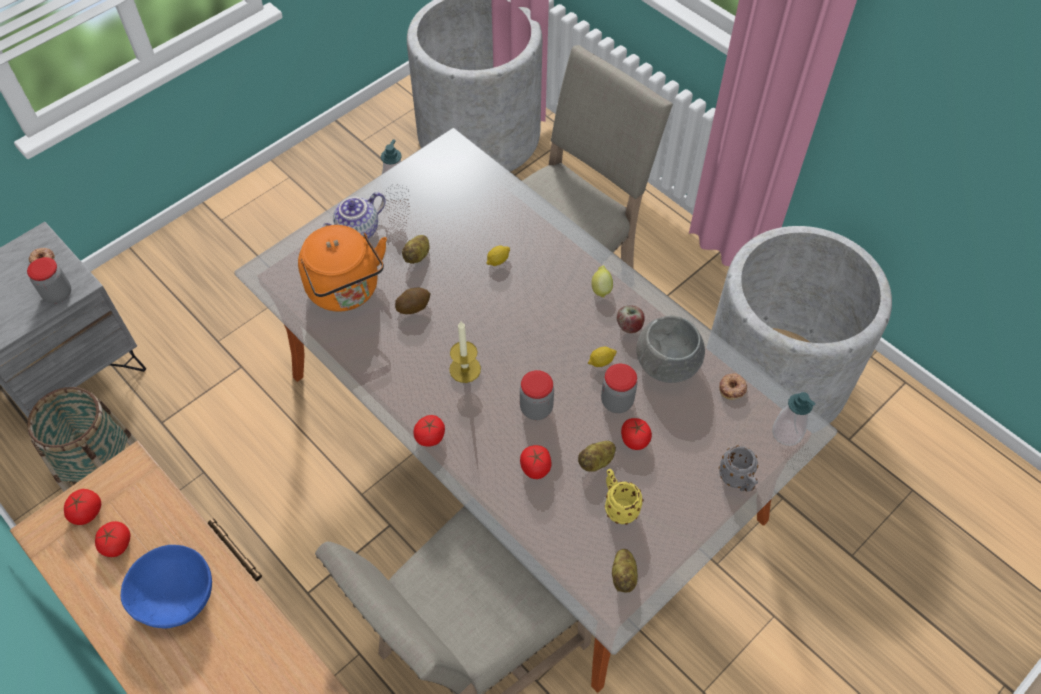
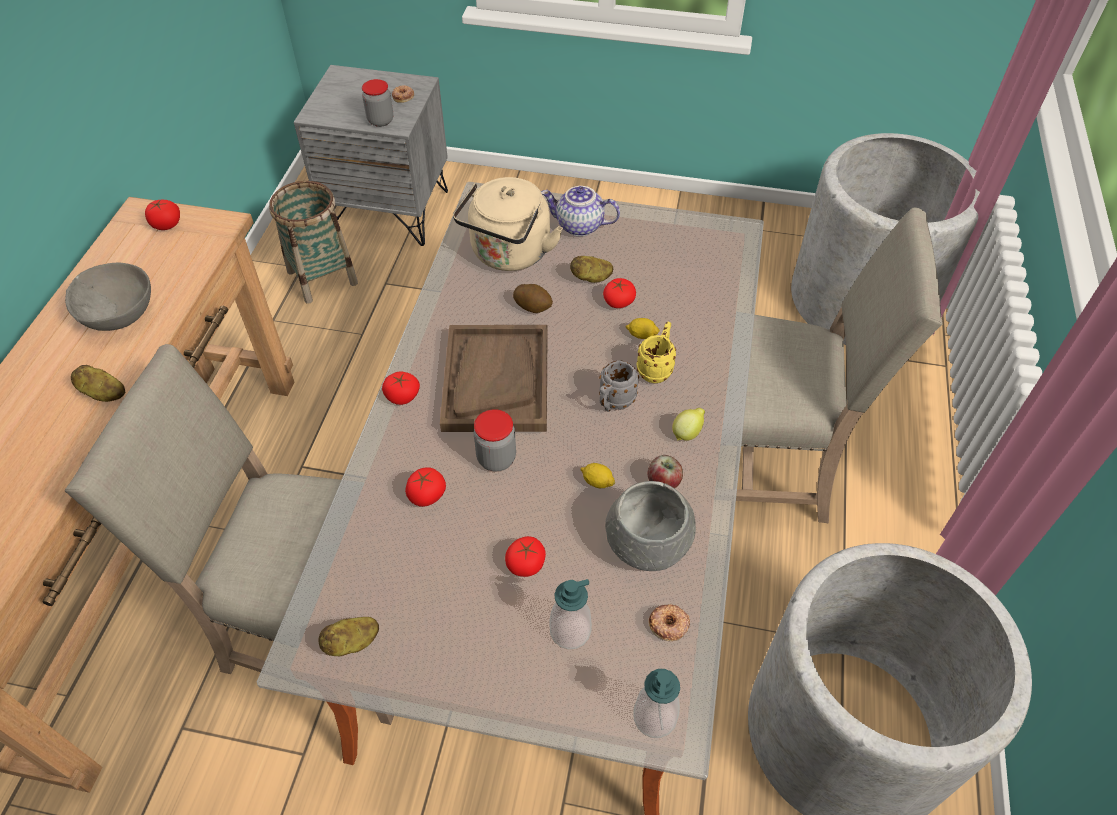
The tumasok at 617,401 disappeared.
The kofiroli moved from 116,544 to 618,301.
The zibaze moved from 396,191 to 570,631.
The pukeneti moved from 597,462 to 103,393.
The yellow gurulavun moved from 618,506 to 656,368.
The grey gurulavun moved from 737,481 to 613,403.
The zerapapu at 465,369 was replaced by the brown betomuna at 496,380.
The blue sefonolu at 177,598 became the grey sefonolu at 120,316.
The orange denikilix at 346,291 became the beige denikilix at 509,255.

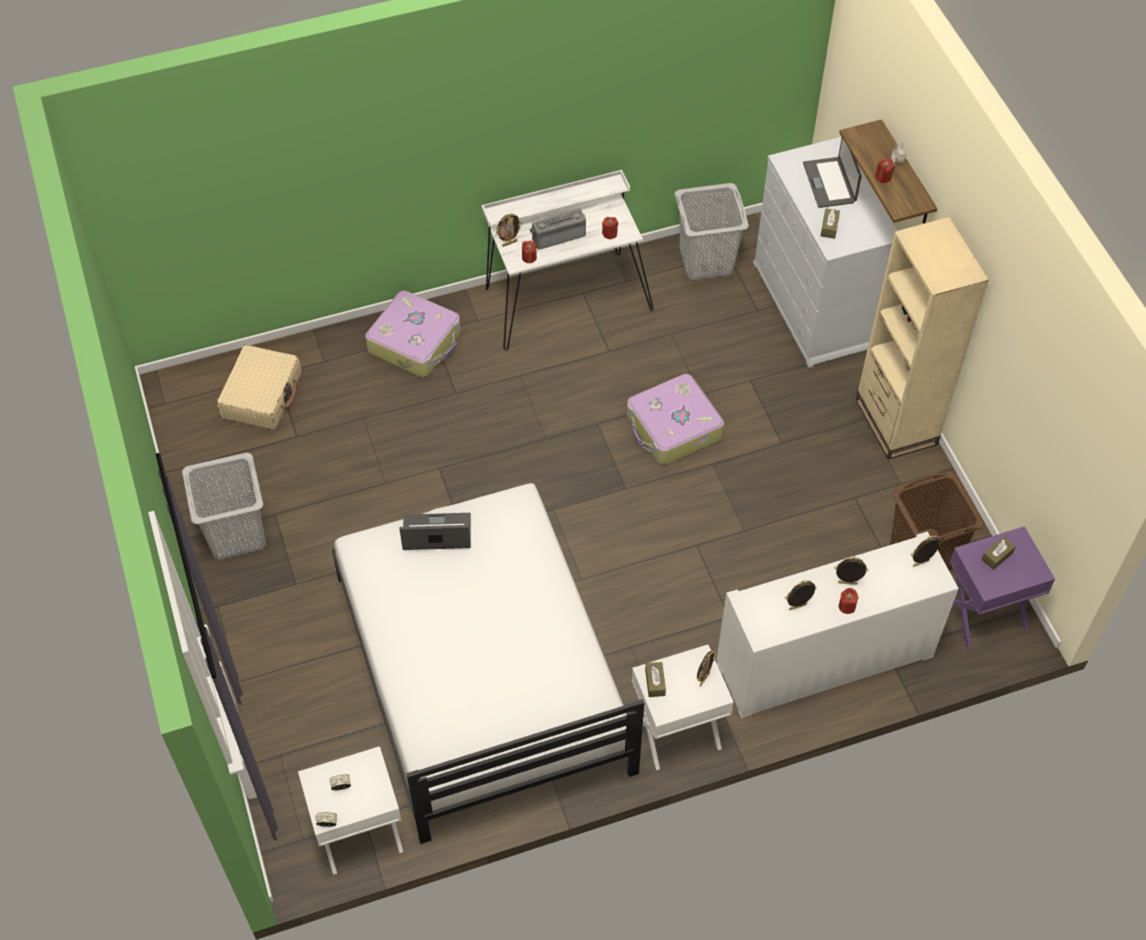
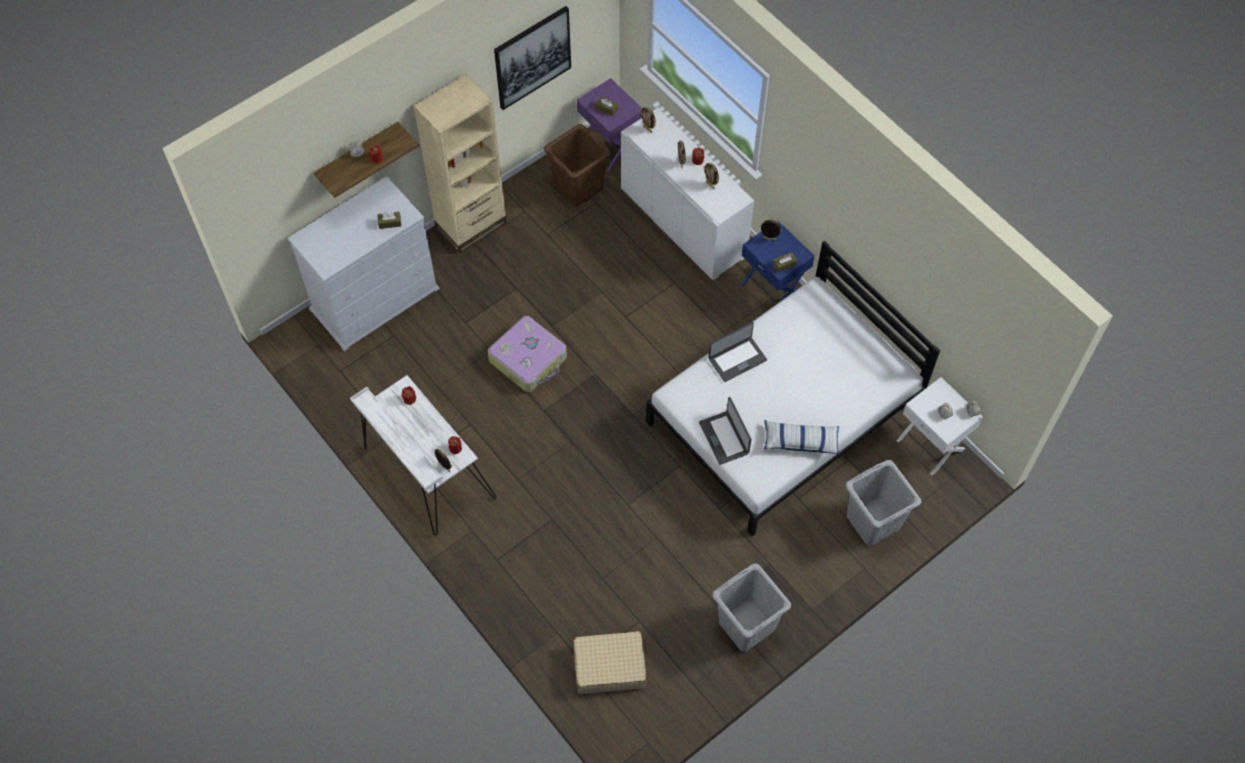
The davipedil at 415,342 disappeared.
The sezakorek at 558,235 disappeared.
The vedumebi at 532,57 appeared.
The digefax at 800,441 appeared.
The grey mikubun moved from 705,261 to 873,522.
The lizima moved from 830,183 to 737,359.
The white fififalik at 677,732 became the blue fififalik at 773,288.

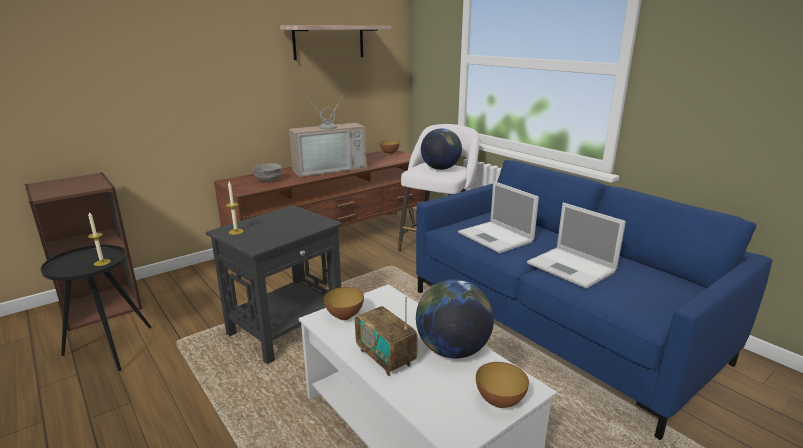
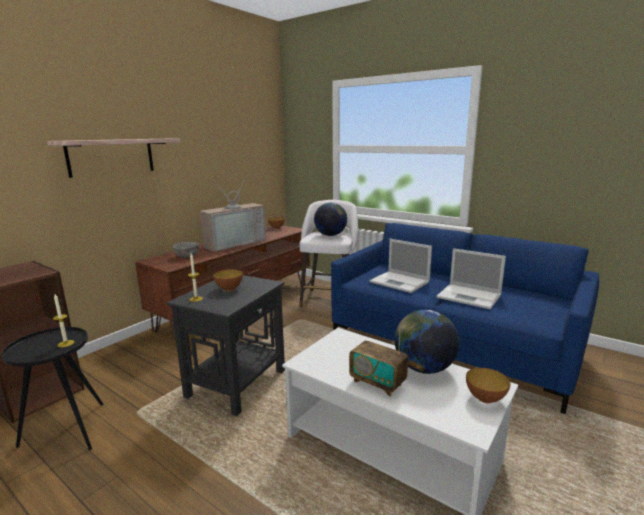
The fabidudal moved from 329,42 to 111,156.
The sefonolu moved from 344,316 to 229,289.

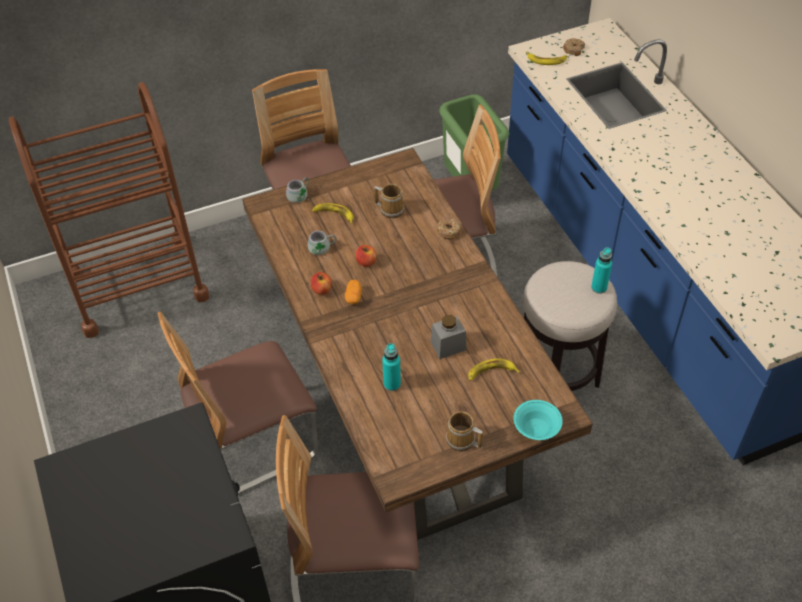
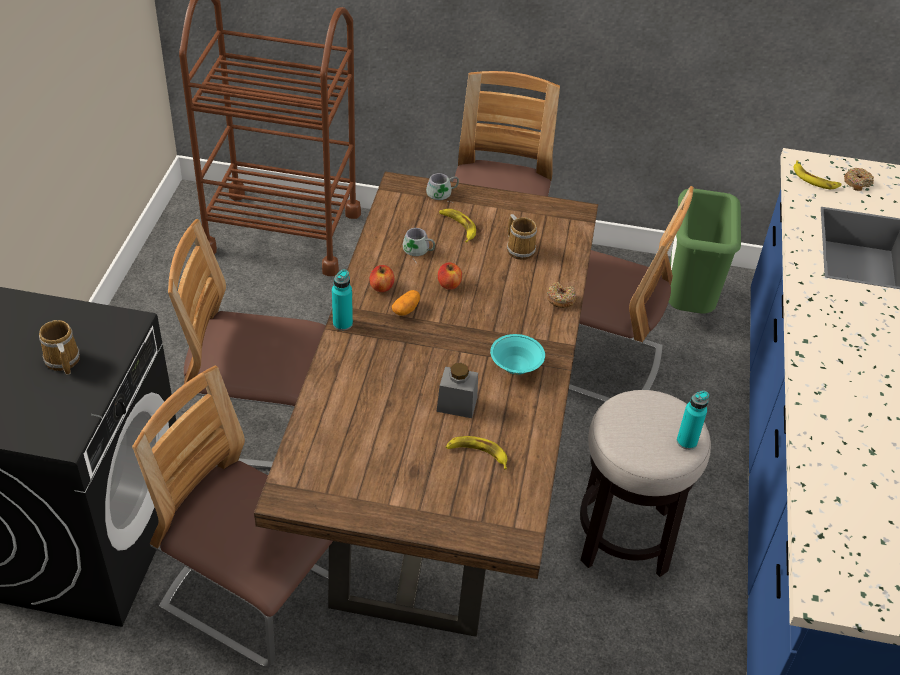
The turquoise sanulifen moved from 392,384 to 342,324.
The gurulavun moved from 462,441 to 61,361.
The turquoise sefonolu moved from 536,430 to 515,368.

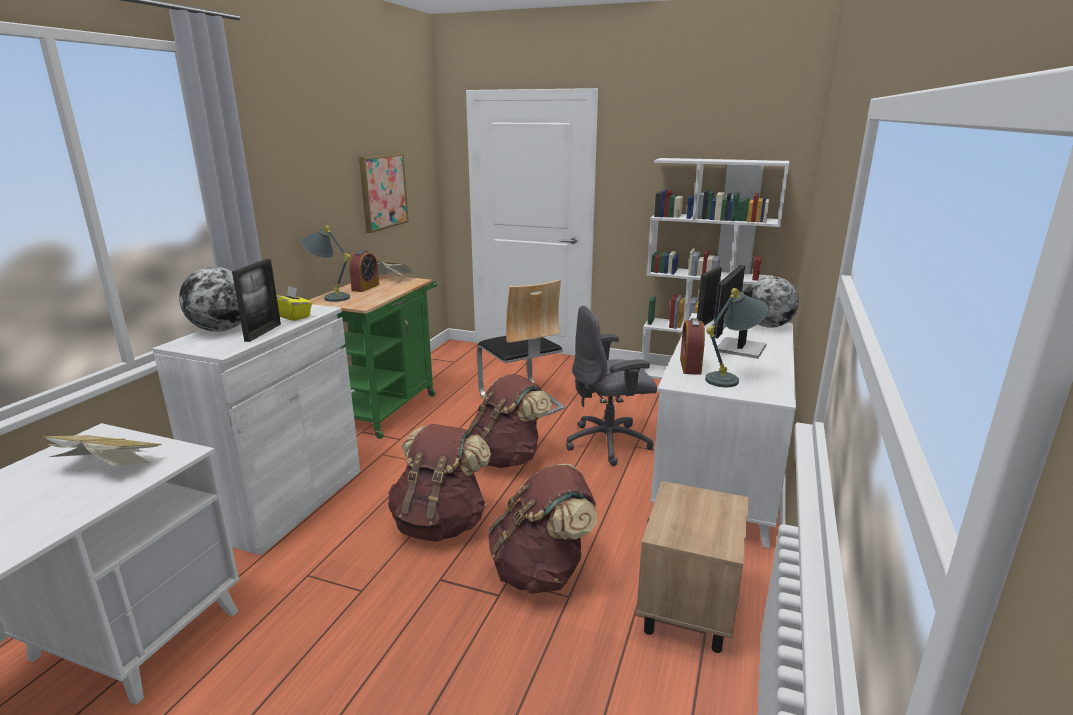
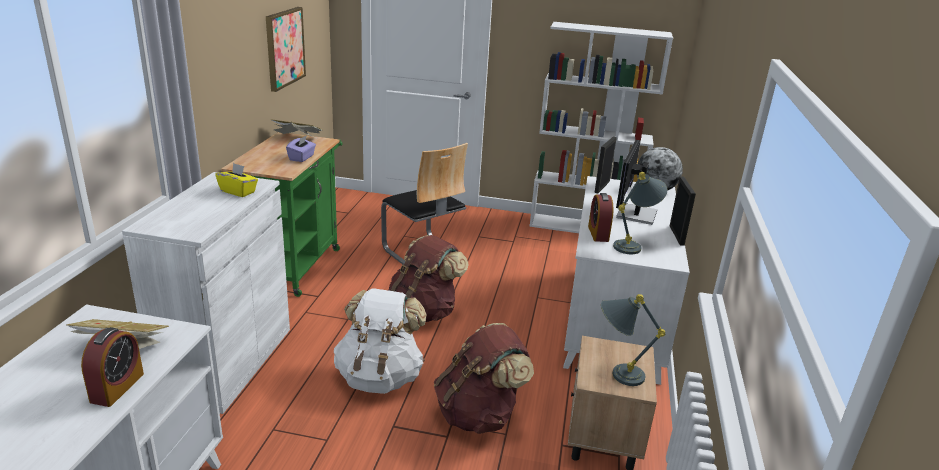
The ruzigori at 221,330 disappeared.
The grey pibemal at 609,443 disappeared.
The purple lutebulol at 302,158 appeared.
The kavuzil moved from 263,332 to 676,235.
The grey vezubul moved from 329,297 to 616,373.
The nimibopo moved from 365,287 to 117,387.
The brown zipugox at 440,524 became the white zipugox at 380,377.

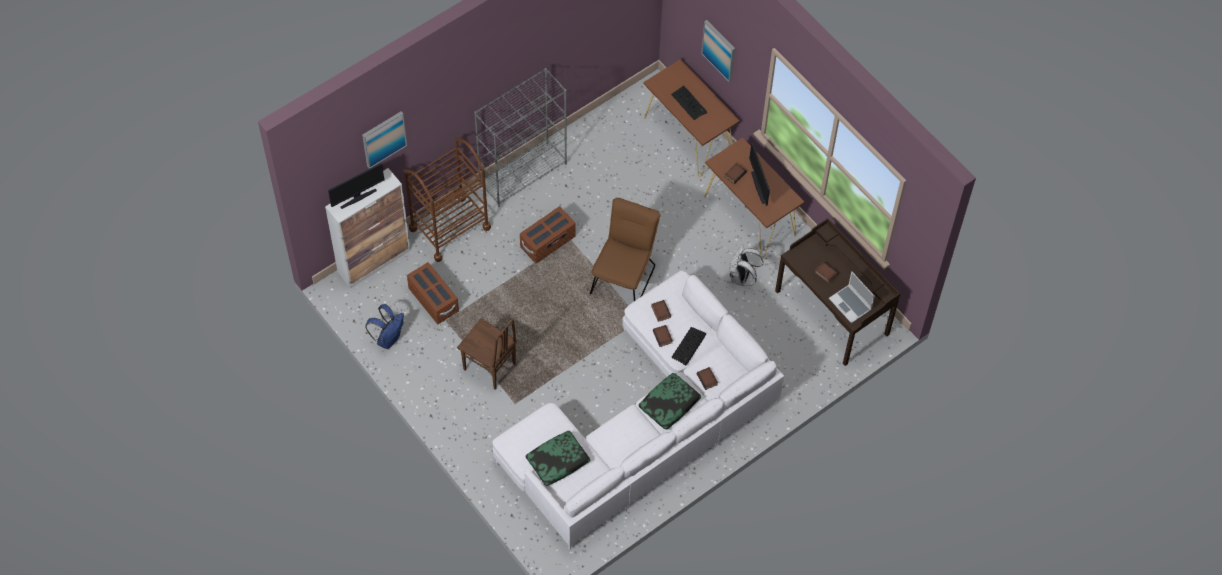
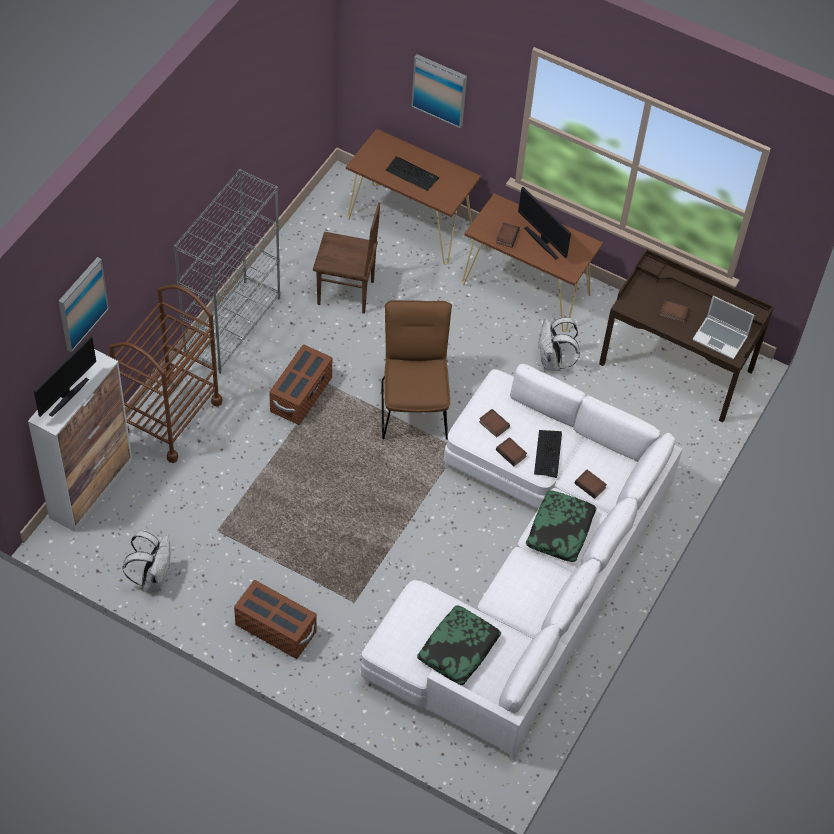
The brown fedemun moved from 433,300 to 275,629.
The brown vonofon moved from 489,368 to 346,294.
The blue zipugox at 388,338 became the white zipugox at 153,577.

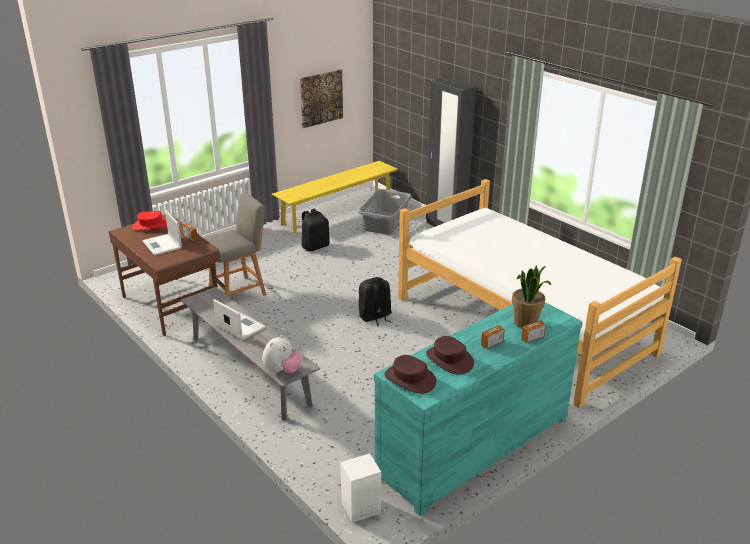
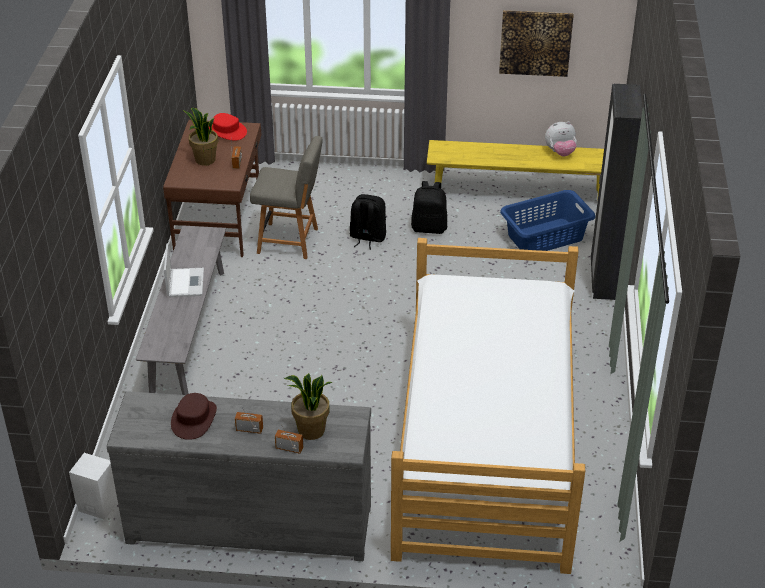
The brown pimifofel at 409,379 disappeared.
The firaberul moved from 282,371 to 560,152.
The black zipugox moved from 375,317 to 367,237.
The lizima at 162,245 was replaced by the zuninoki at 204,160.
The grey mikubun at 385,223 became the blue mikubun at 546,237.
The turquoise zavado at 473,445 became the grey zavado at 249,522.

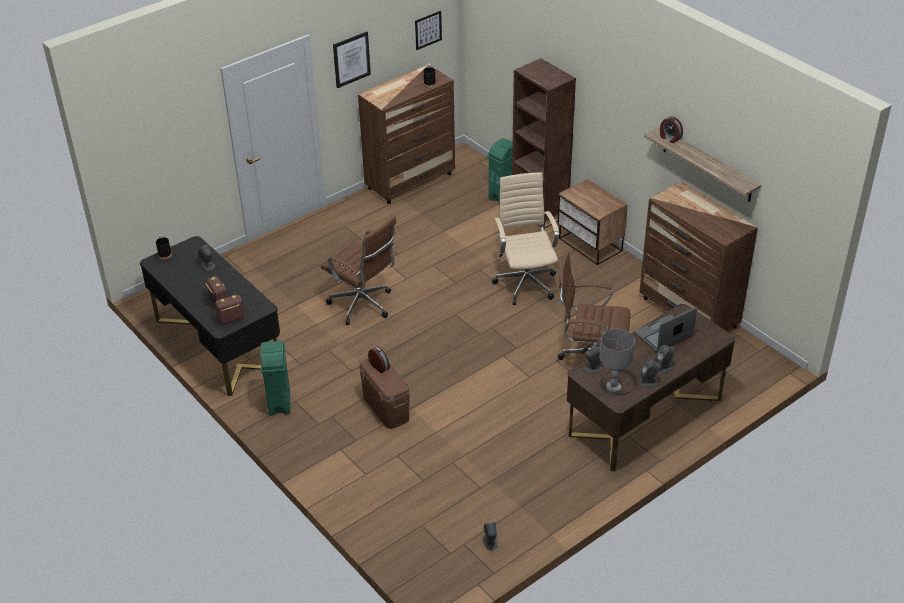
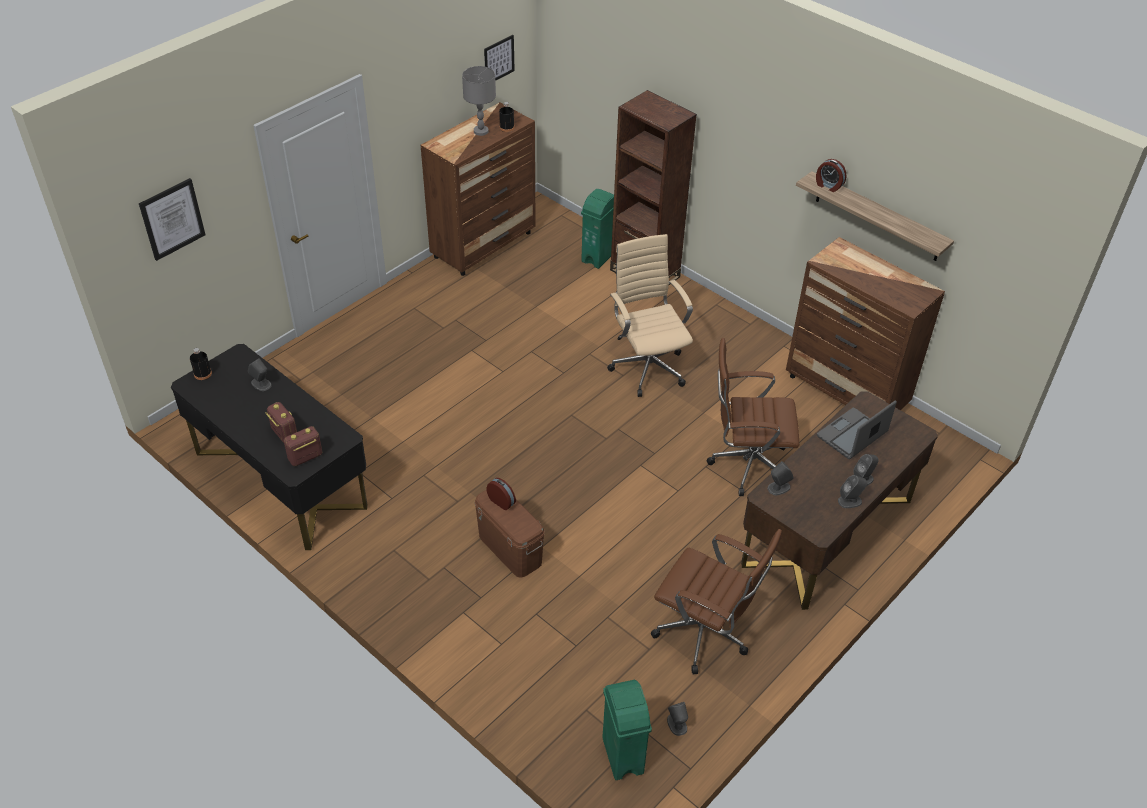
The fififalik at 590,245 disappeared.
The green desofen moved from 279,403 to 622,756.
The brown pibemal moved from 363,306 to 706,635.
The vedumebi moved from 351,59 to 172,219.
The grey vezubul moved from 613,388 to 481,131.

